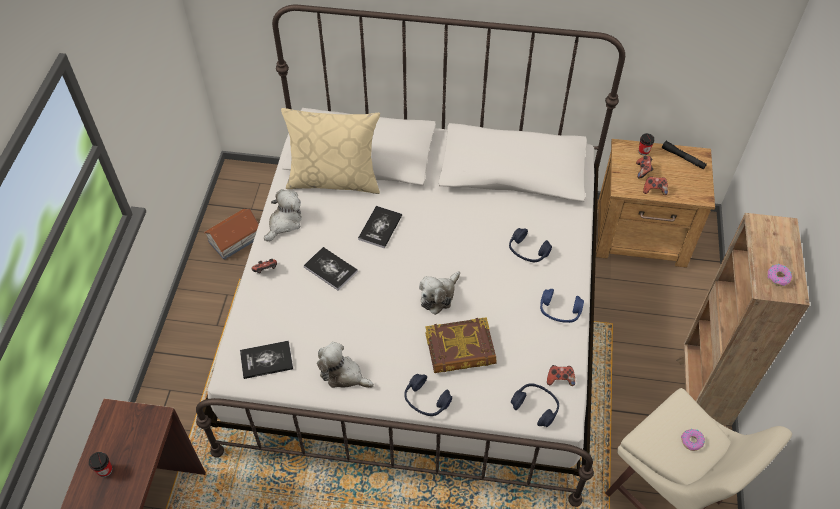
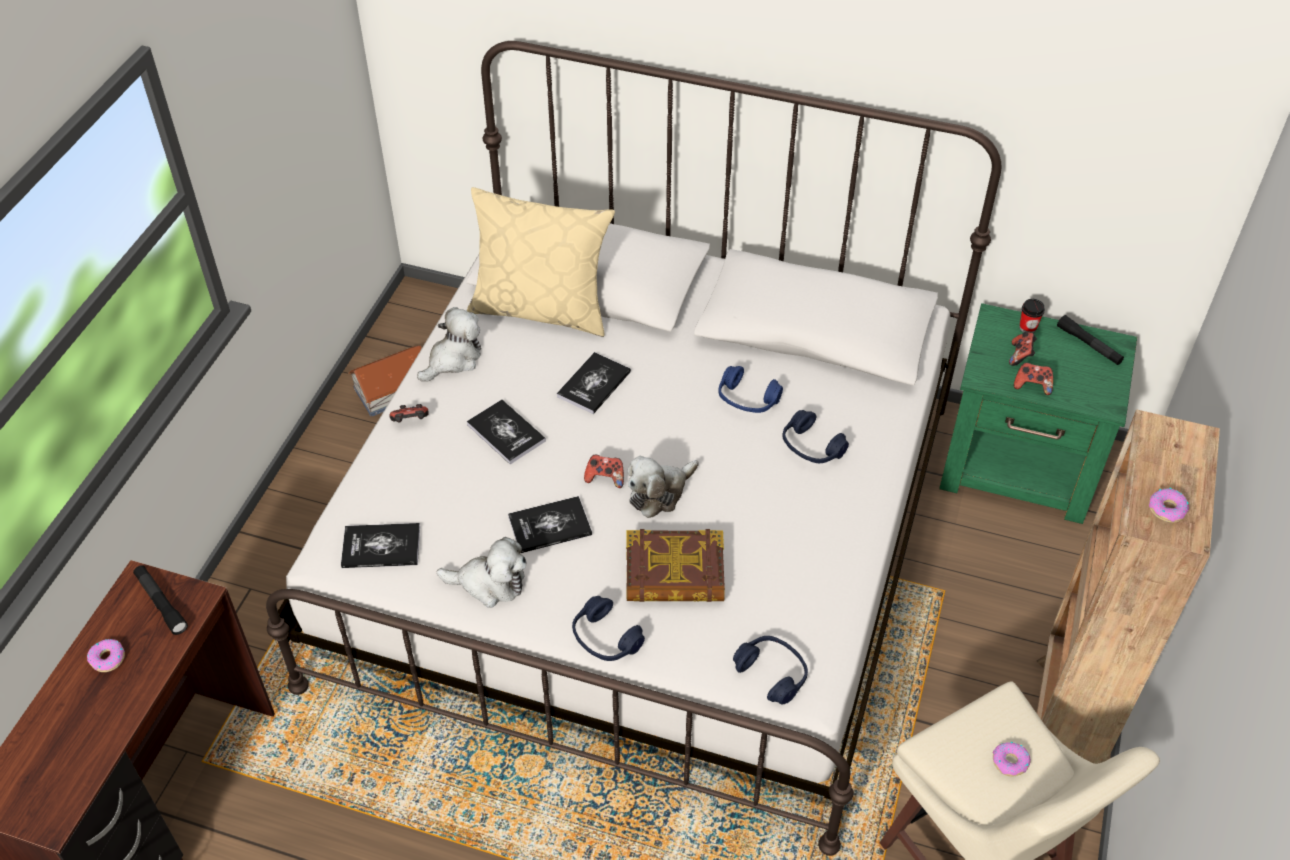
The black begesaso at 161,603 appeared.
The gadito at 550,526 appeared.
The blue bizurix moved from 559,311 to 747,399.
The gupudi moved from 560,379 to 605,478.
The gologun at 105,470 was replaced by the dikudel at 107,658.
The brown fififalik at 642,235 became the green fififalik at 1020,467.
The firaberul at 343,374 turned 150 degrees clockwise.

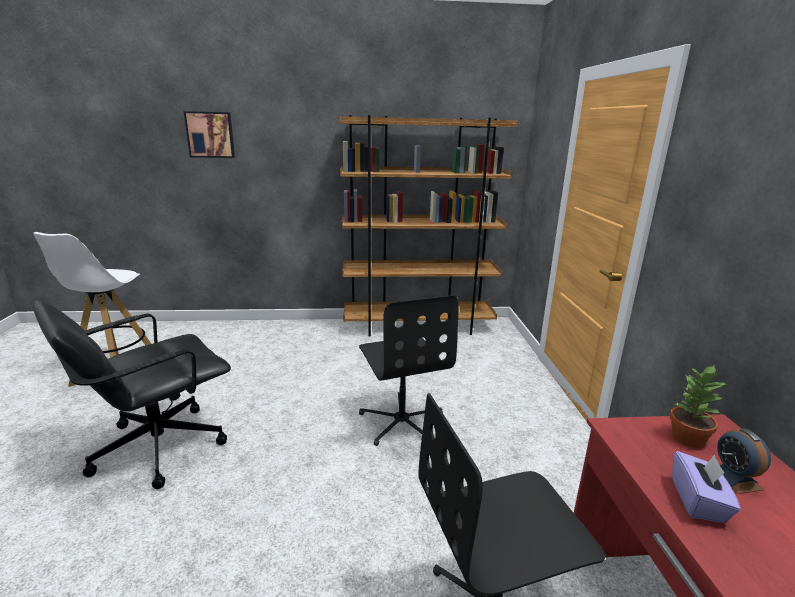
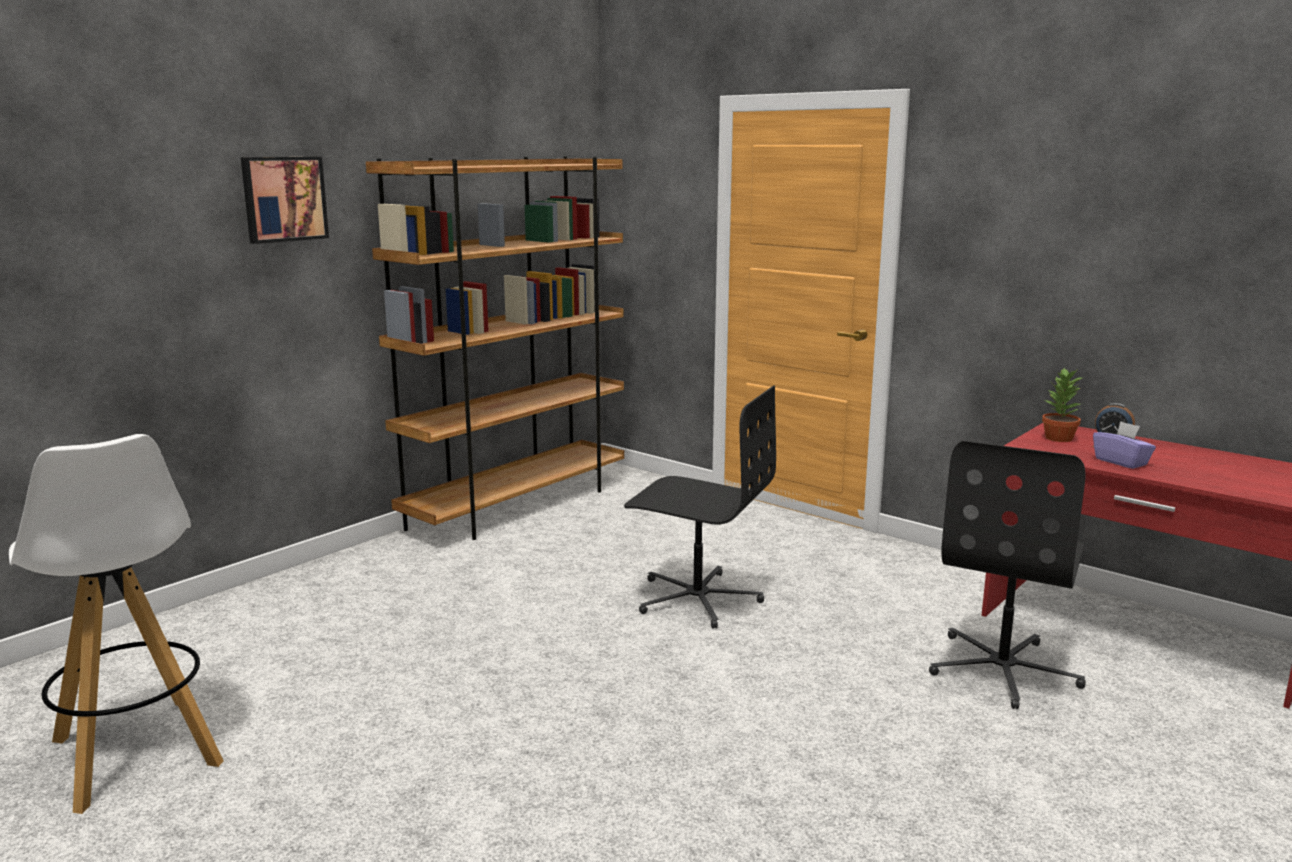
The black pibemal at 157,446 disappeared.
The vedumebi moved from 210,135 to 283,199.

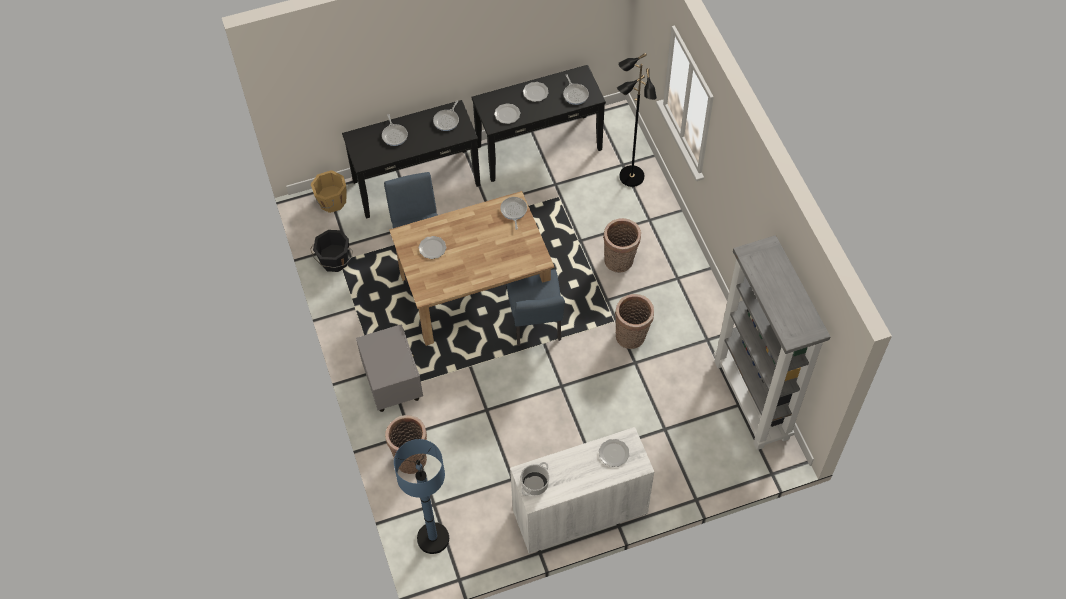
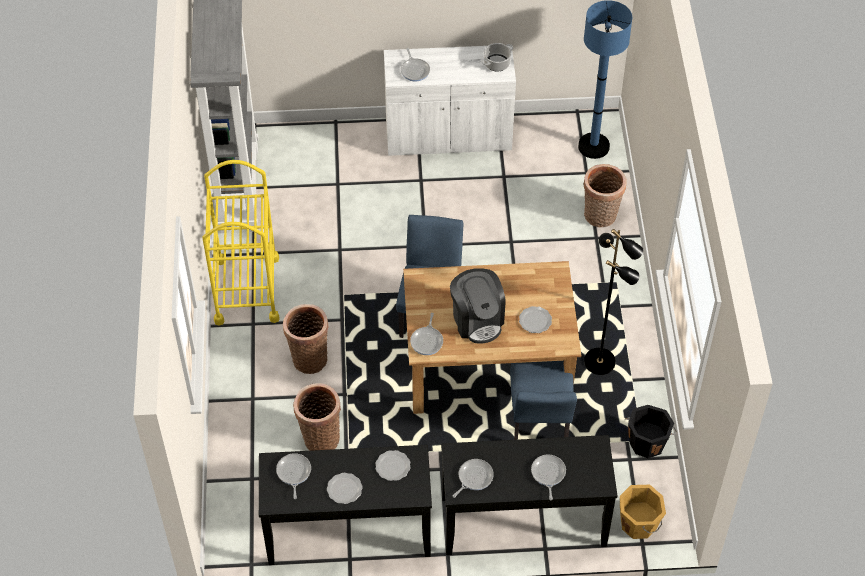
The grey fififalik at 393,386 disappeared.
The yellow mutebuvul at 247,290 appeared.
The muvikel at 477,320 appeared.
The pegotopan moved from 632,337 to 320,437.
The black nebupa moved from 631,177 to 600,361.
The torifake at 613,454 was replaced by the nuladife at 415,70.

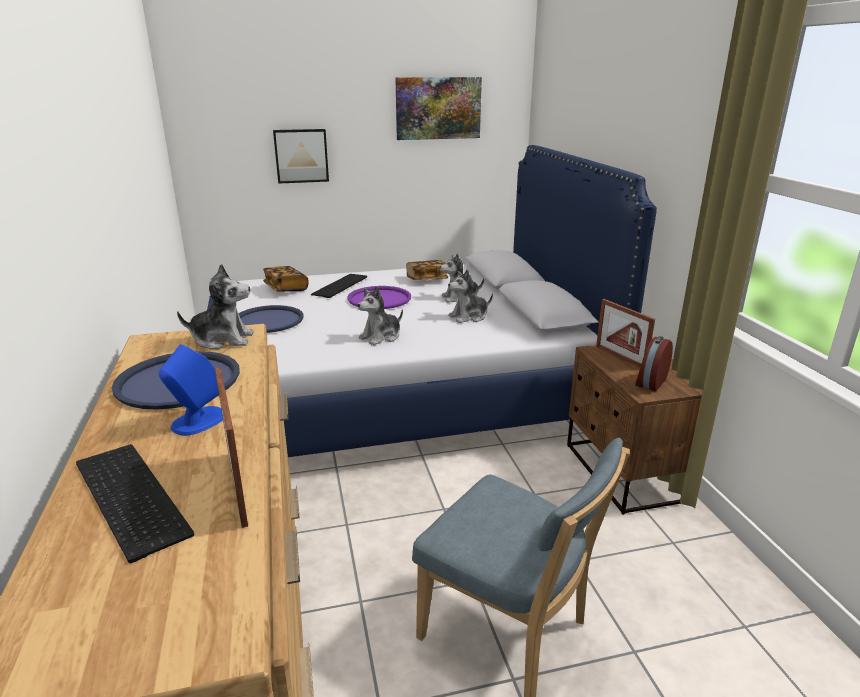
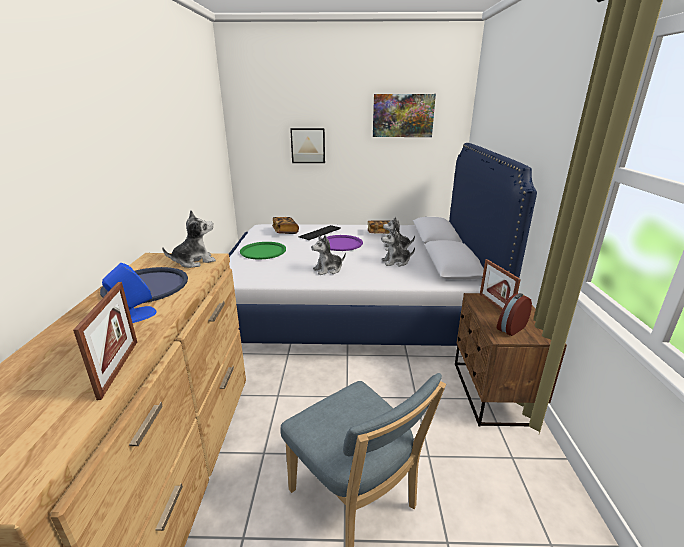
The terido at 126,498 disappeared.
The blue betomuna at 268,320 became the green betomuna at 263,251.
The firaberul at 222,339 turned 45 degrees counterclockwise.

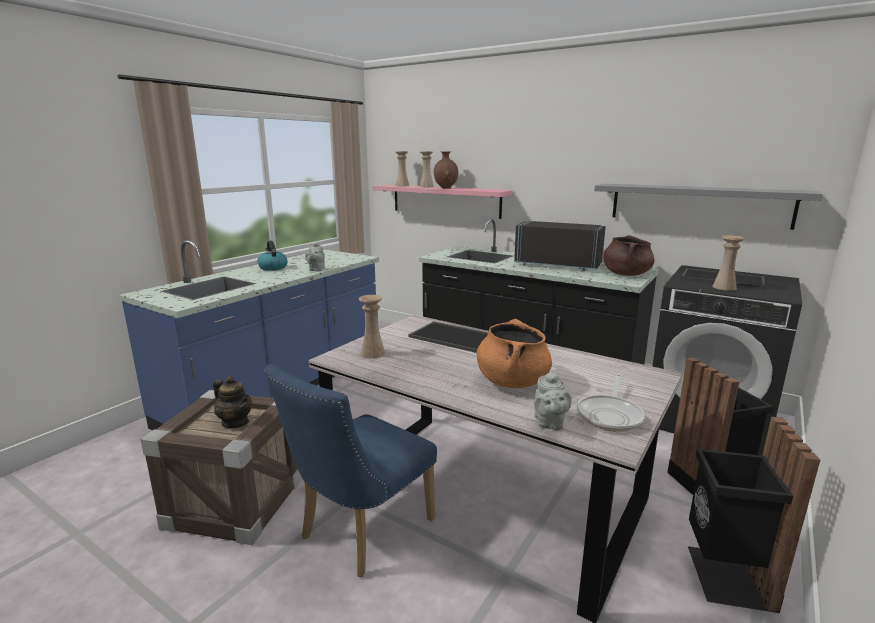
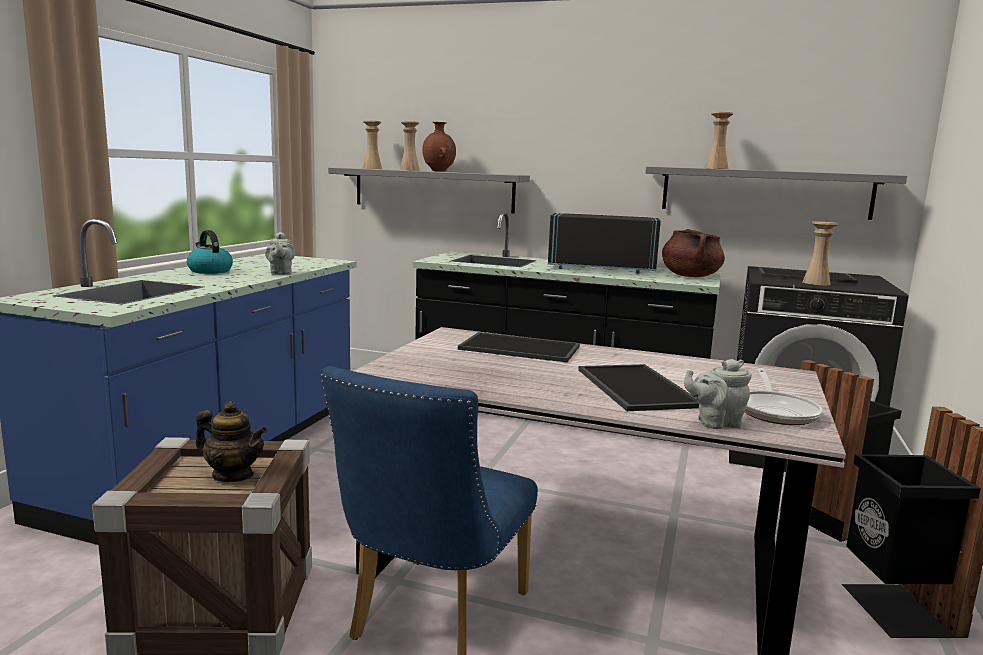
The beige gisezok moved from 373,353 to 716,168.
The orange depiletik at 512,381 was replaced by the betomuna at 633,387.
The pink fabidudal at 445,200 became the grey fabidudal at 433,190.
The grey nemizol at 549,423 turned 90 degrees clockwise.

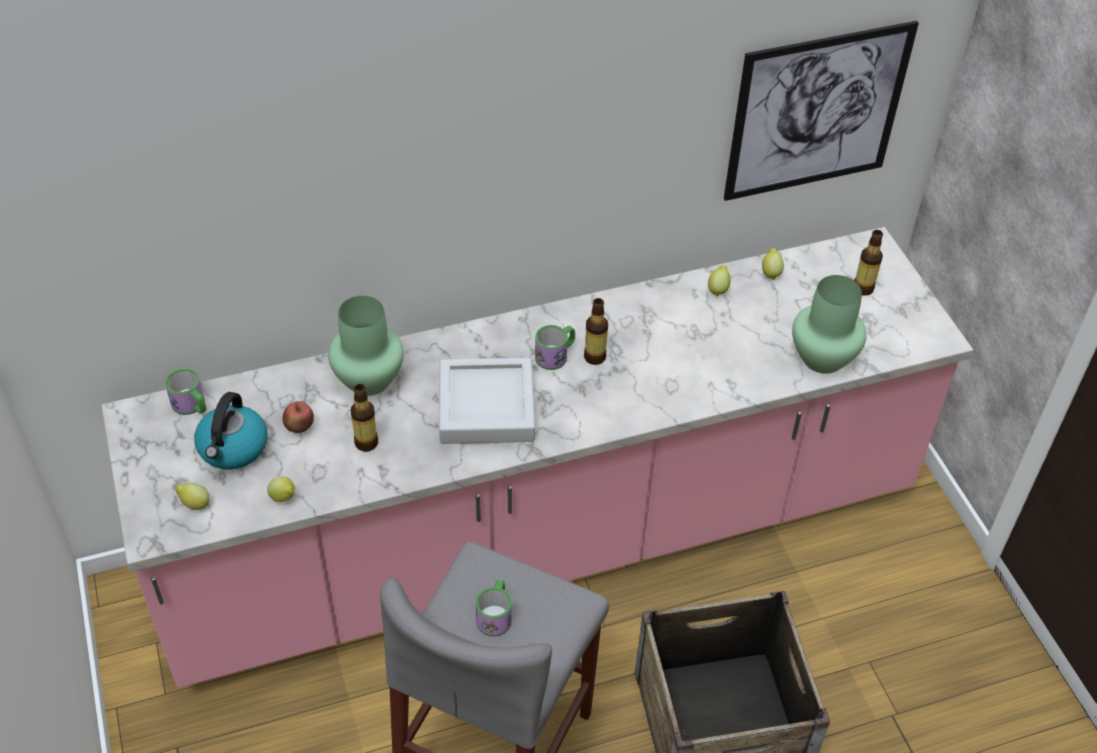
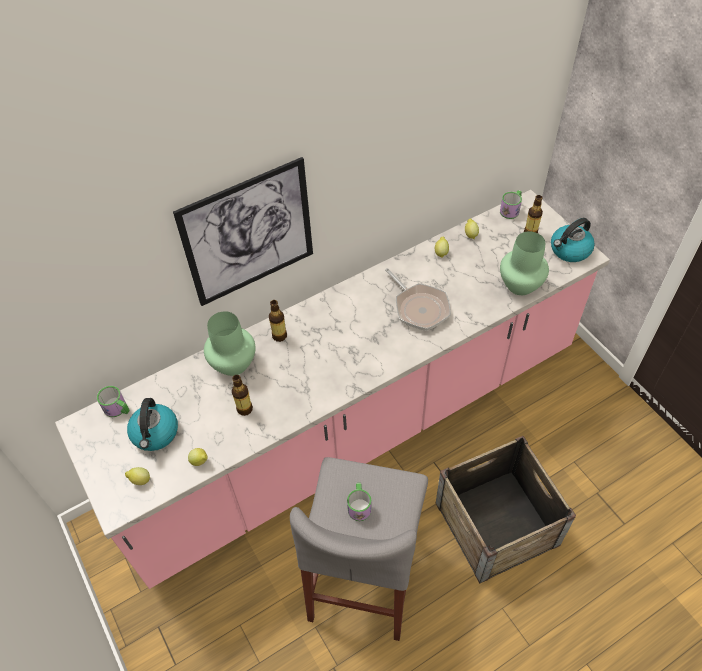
The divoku at 299,428 disappeared.
The grey betomuna at 486,407 disappeared.
The nuladife at 419,307 appeared.
The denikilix at 569,250 appeared.
The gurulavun moved from 555,355 to 511,210.
The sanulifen moved from 594,357 to 279,336.
The vedumebi moved from 817,112 to 249,233.

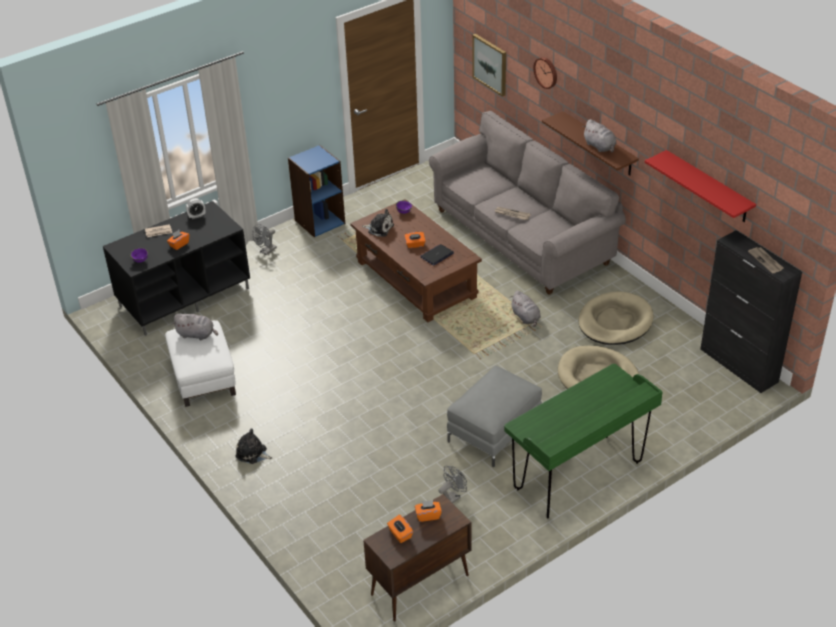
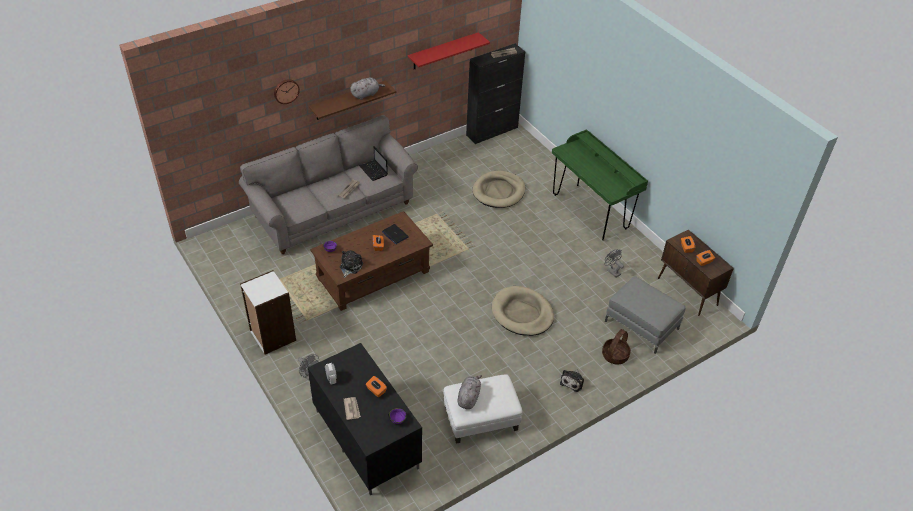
The vedumebi at 490,64 disappeared.
The grey firaberul at 526,317 disappeared.
The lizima at 374,171 appeared.
The pegotopan at 615,355 appeared.
The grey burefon moved from 494,431 to 641,325.
The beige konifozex moved from 615,322 to 522,313.
The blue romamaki at 319,221 became the white romamaki at 272,336.

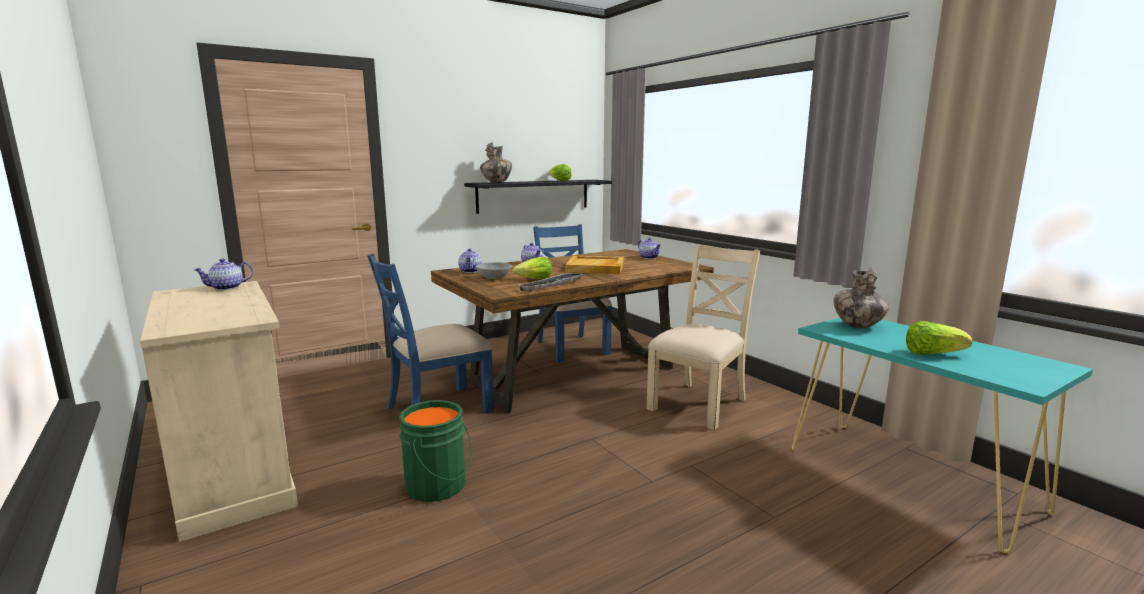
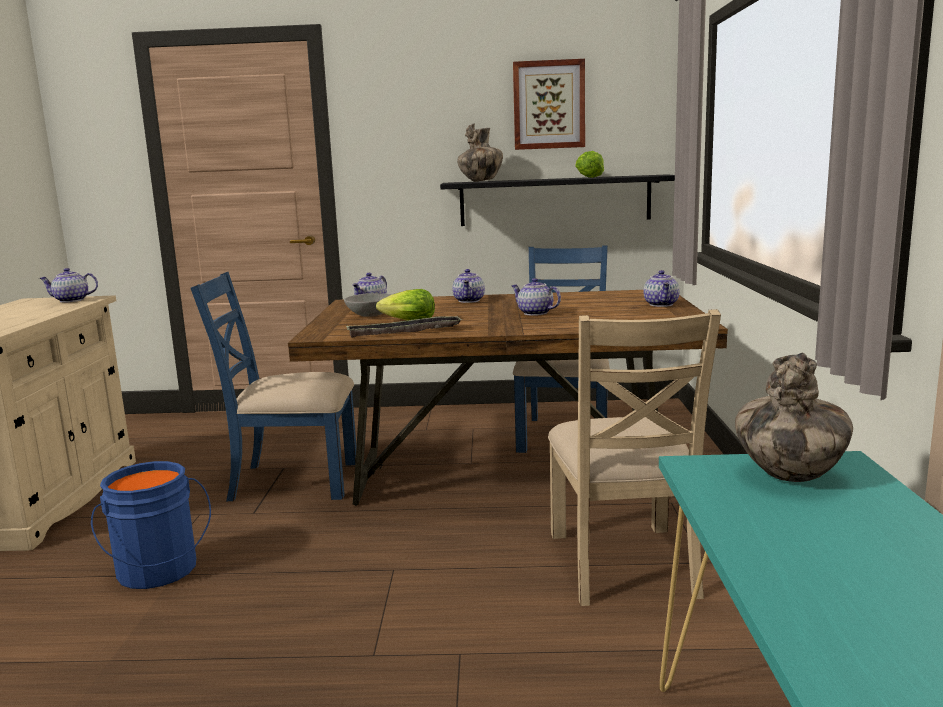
The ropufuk at 932,354 disappeared.
The vedumebi at 549,105 appeared.
The beige betomuna at 595,268 was replaced by the nemizol at 534,313.
The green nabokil at 438,486 became the blue nabokil at 158,571.
The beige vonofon at 699,404 turned 105 degrees clockwise.

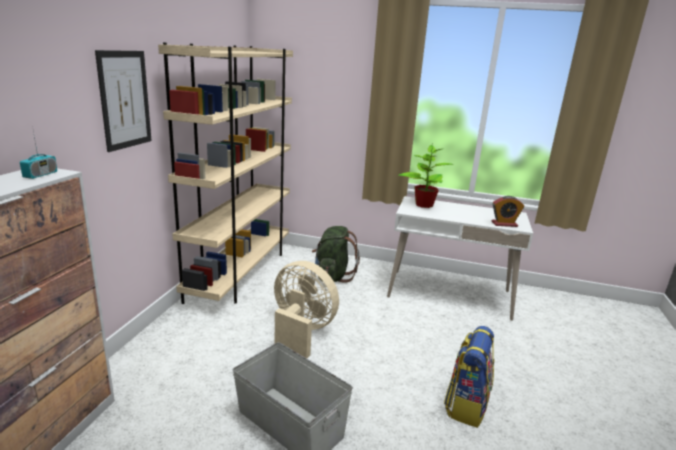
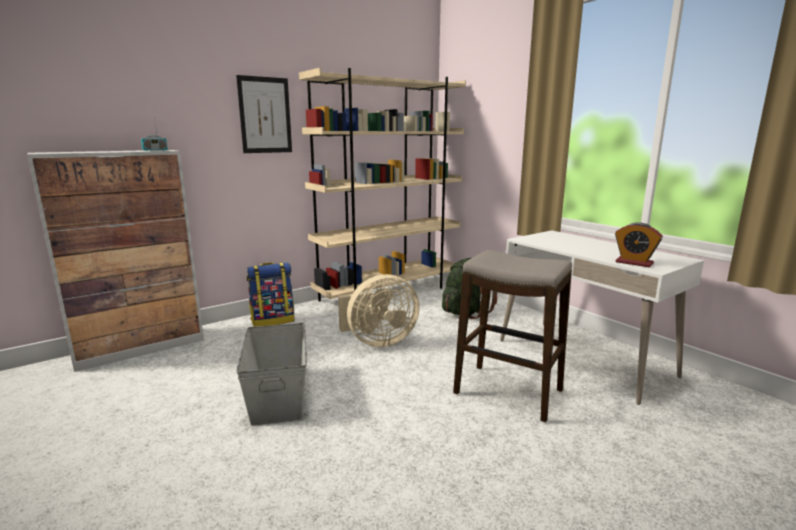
The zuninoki at 423,204 disappeared.
The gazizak at 508,392 appeared.
The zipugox moved from 466,404 to 273,320.
The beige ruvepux at 301,331 turned 90 degrees clockwise.

